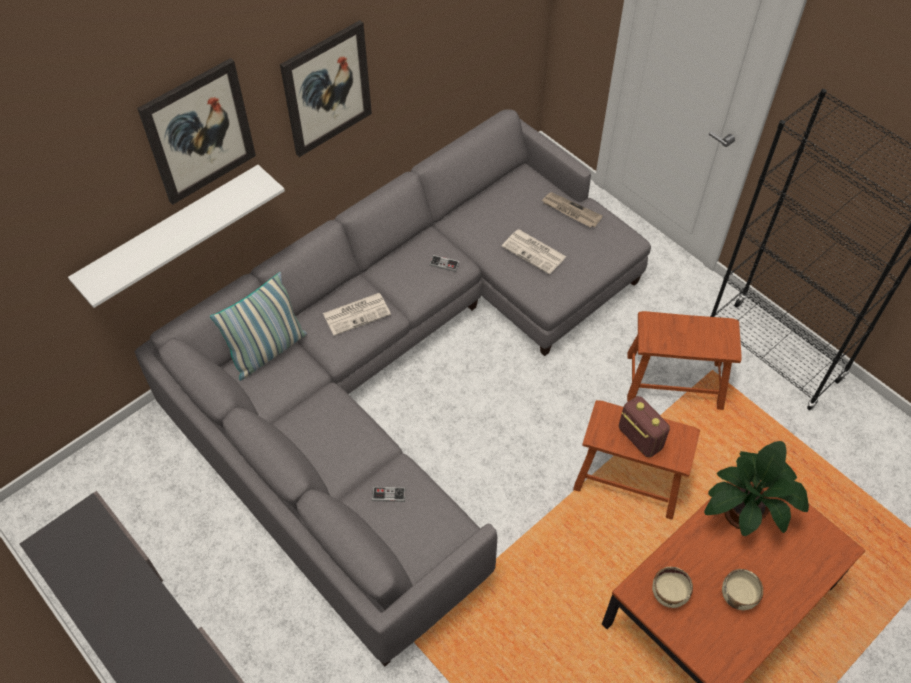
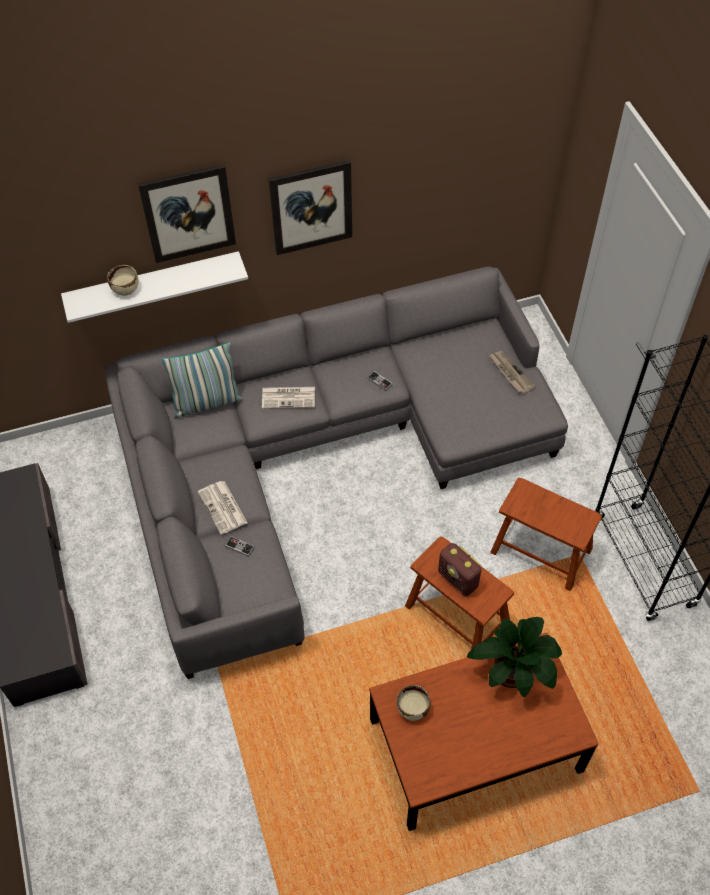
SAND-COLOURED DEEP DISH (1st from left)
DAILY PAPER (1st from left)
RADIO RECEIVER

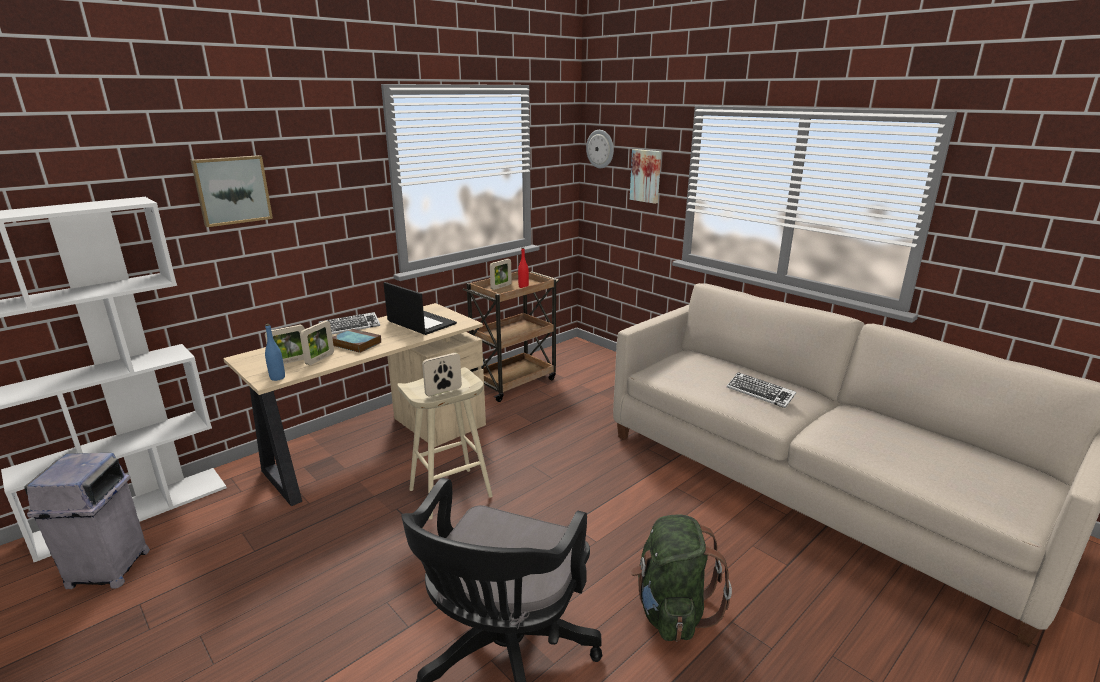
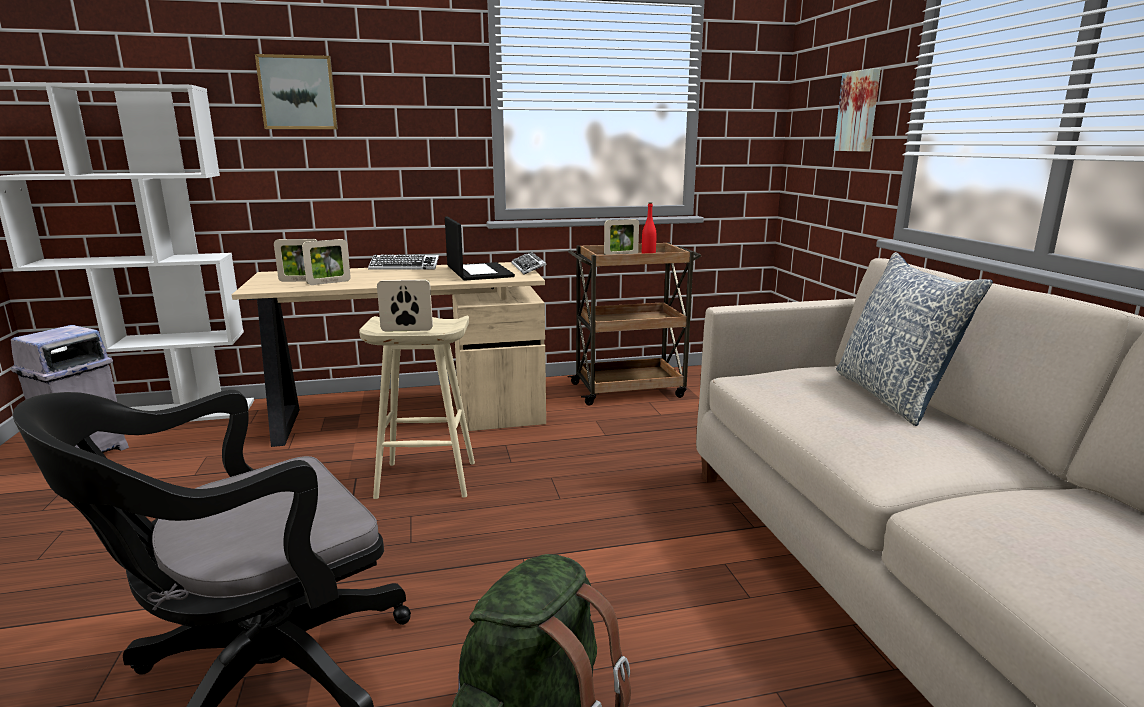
COMPUTER KEYBOARD (2nd from left)
CUSHION
BLUE BEVERAGE BOTTLE
VOLUME
WALL CLOCK

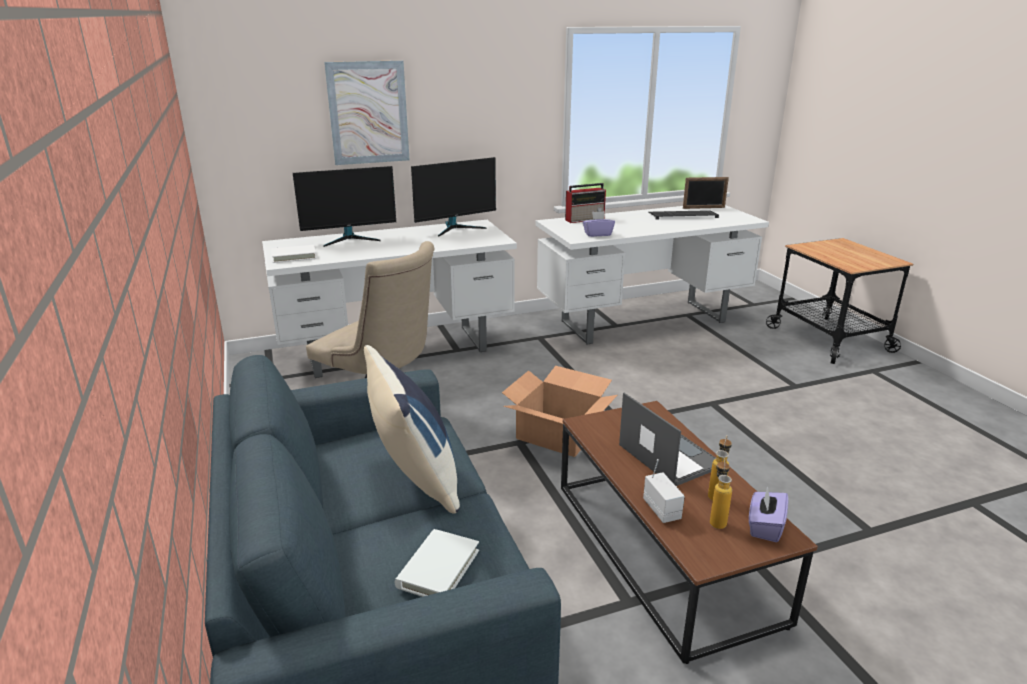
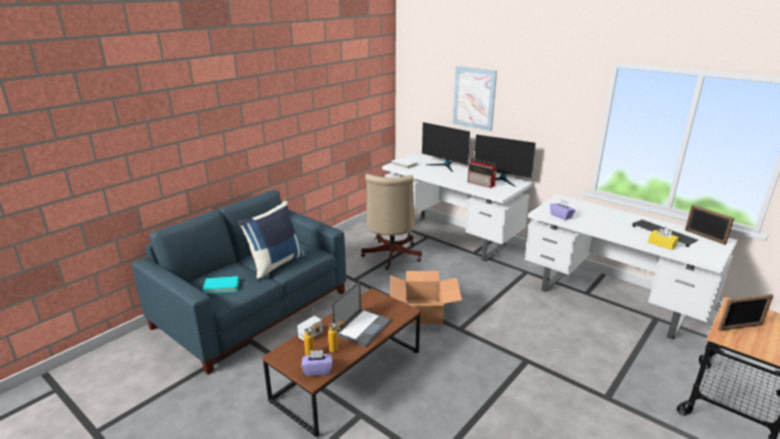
TURQUOISE VOLUME
RADIO RECEIVER (2nd from left)
YELLOW TISSUE BOX
STANDING FRAME (2nd from left)

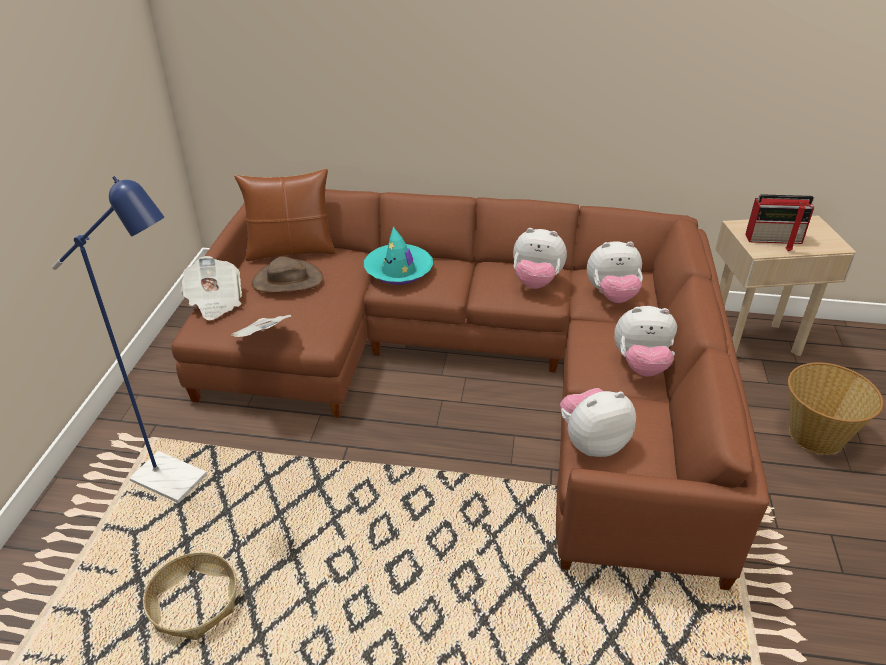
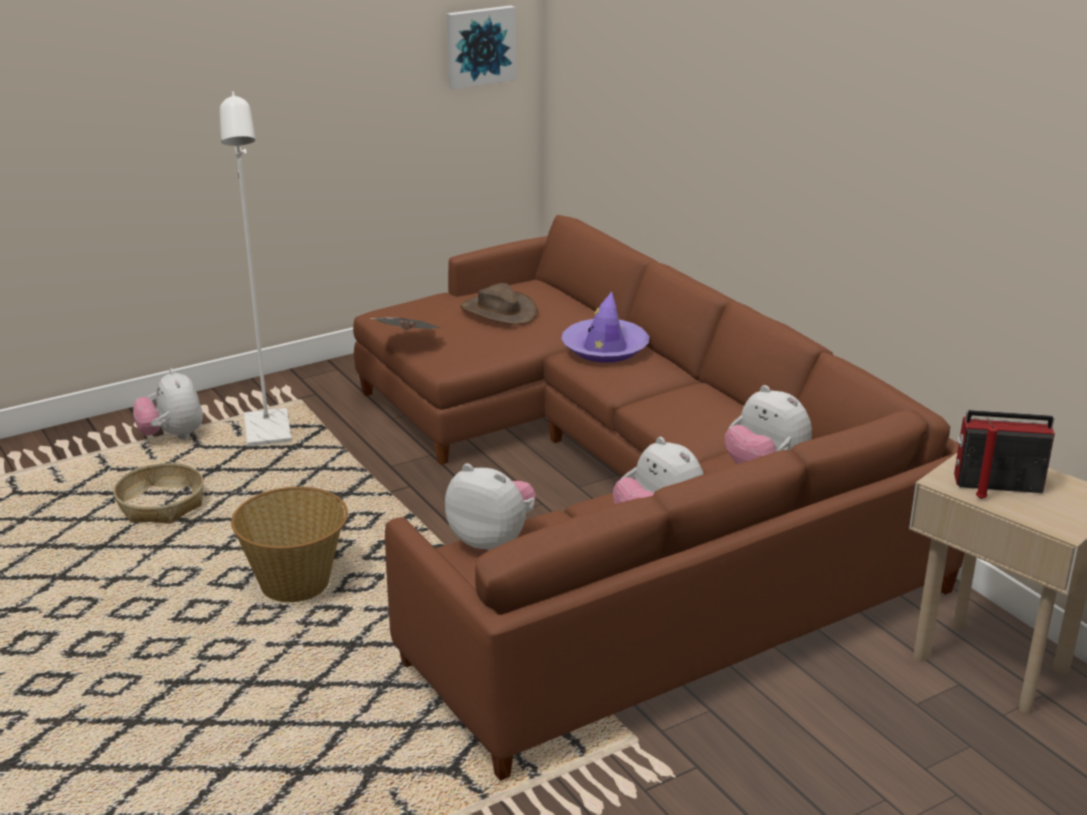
PLUSH TOY (1st from left)
WHITE-COLOURED STANDING LAMP
HOUSEHOLD BASKET (2nd from left)
WALL ART
PURPLE-COLOURED CLOTHING HAT
RADIO RECEIVER
DAILY PAPER (1st from left in the first image)
BROWNISH CUSHION

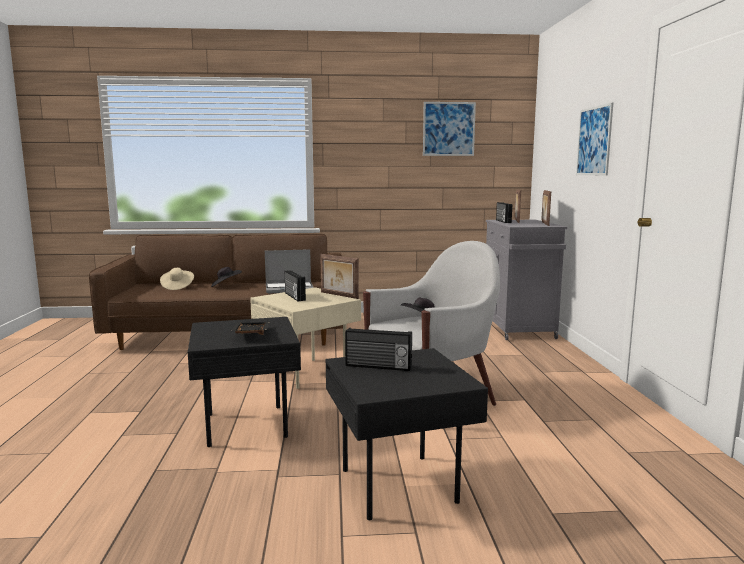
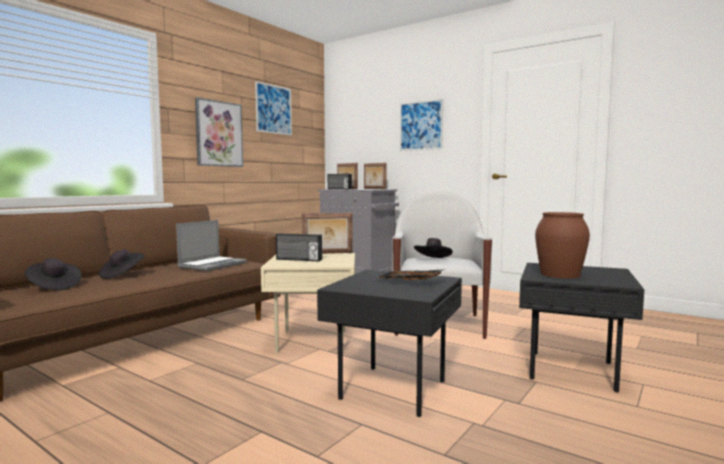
BLACK CLOTHING HAT (1st from left)
WALL ART (1st from left)
BROWNISH DECORATIVE VASE

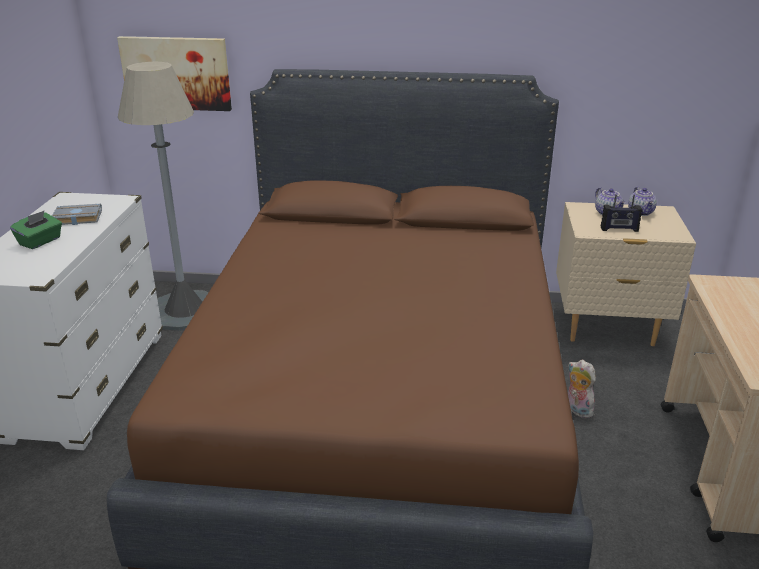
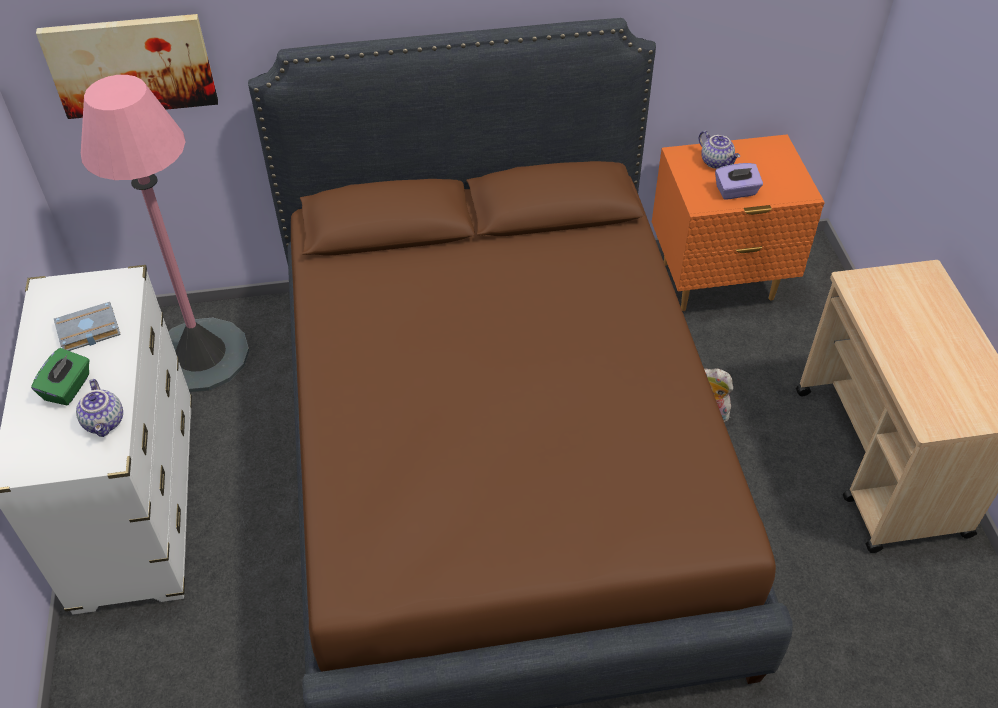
TEA POT (1st from left)
PINKISH STANDING LAMP
ORANGE-COLOURED NIGHTSTAND
PURPLE-COLOURED TISSUE BOX

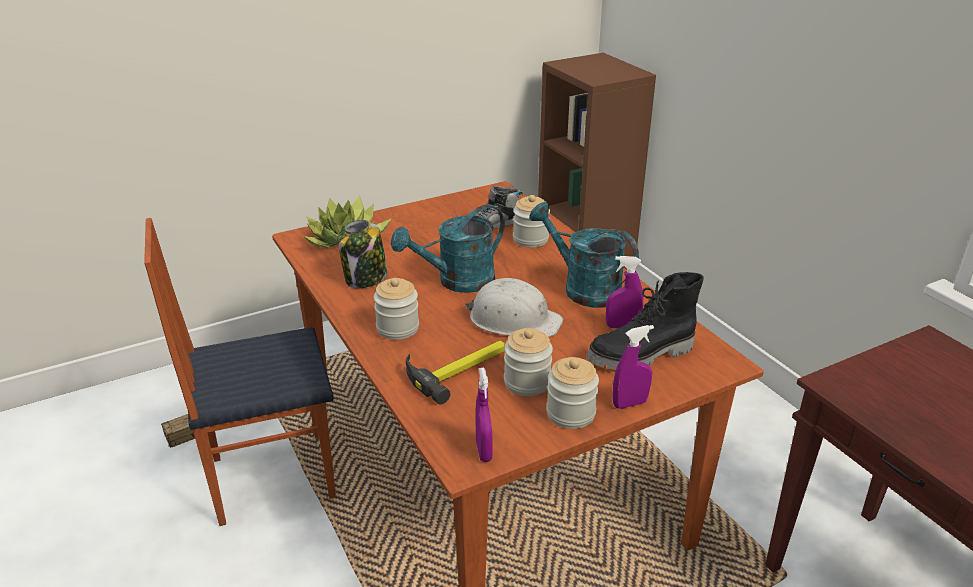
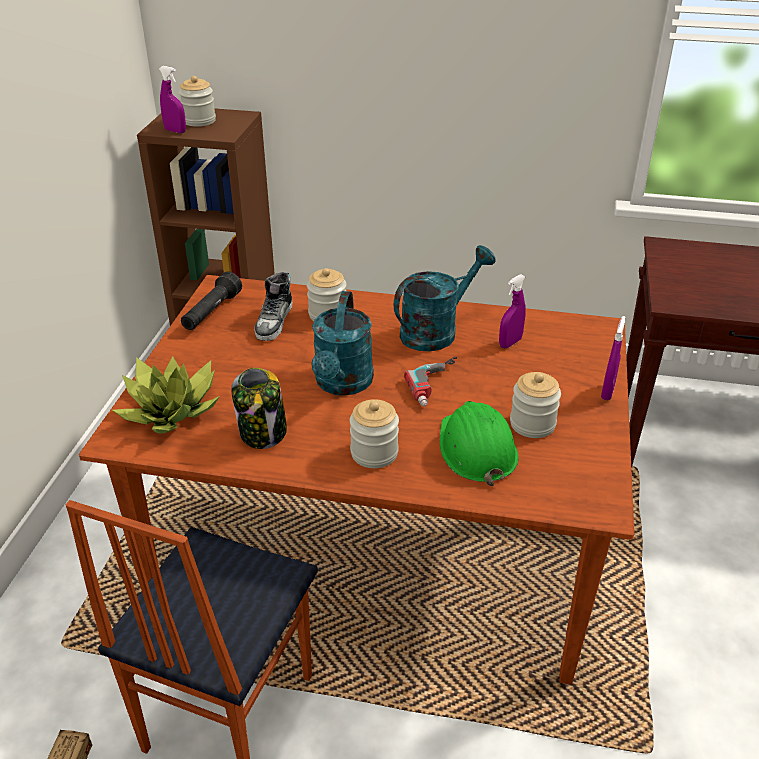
PURPLE-COLOURED SPRAYER (1st from left)
PRESERVE JAR (1st from left)
BLACK FLASHLIGHT
TURQUOISE WATERING CAN (2nd from left)
DRILL
GREEN WORK HELMET
BLACK TALL BOOT

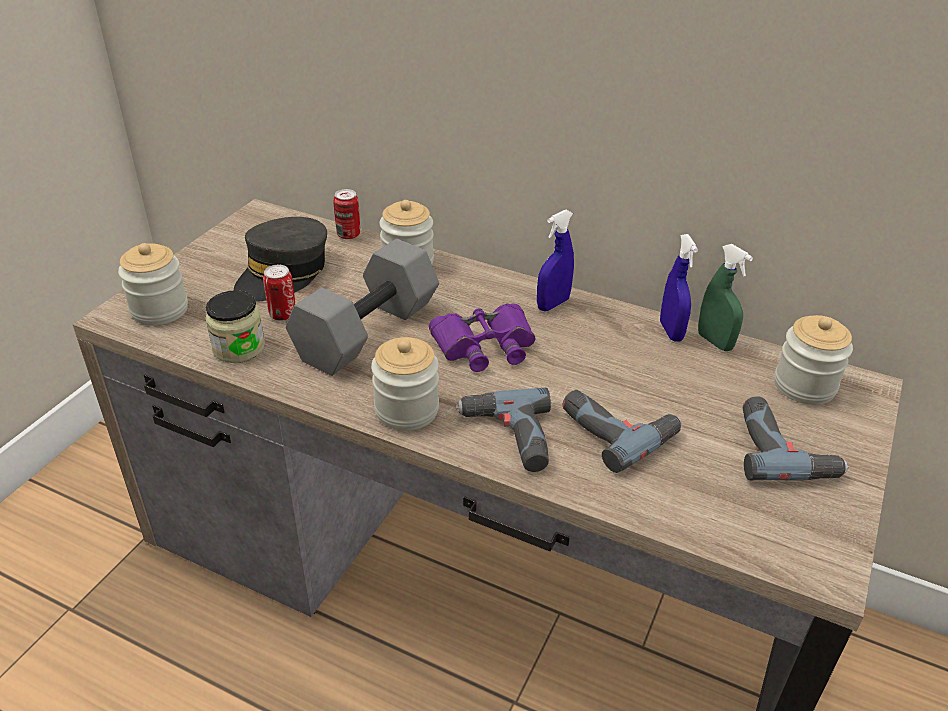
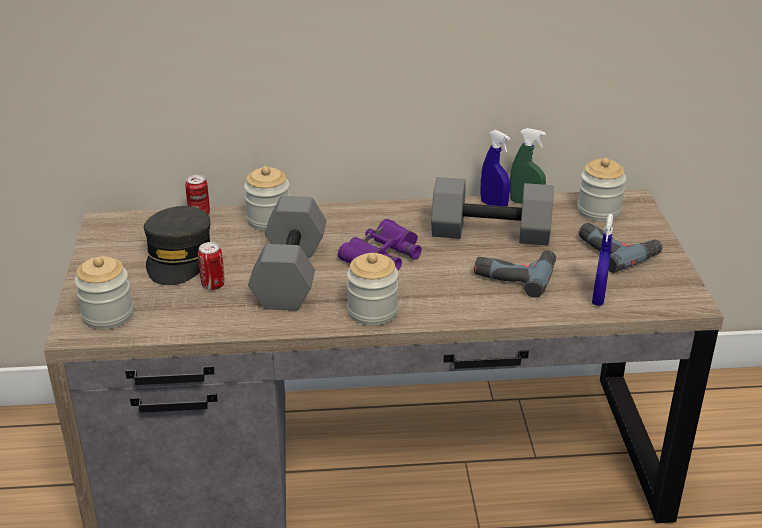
GREYISH DUMBBELL (2nd from left)
BLUE SPRAYER (2nd from left)
PRESERVE JAR (2nd from left in the first image)
DRILL (1st from left in the first image)

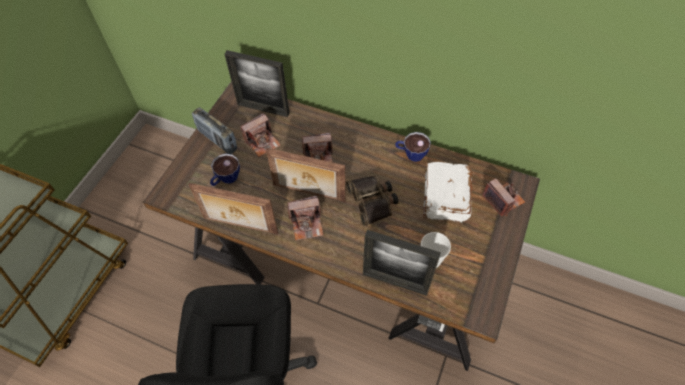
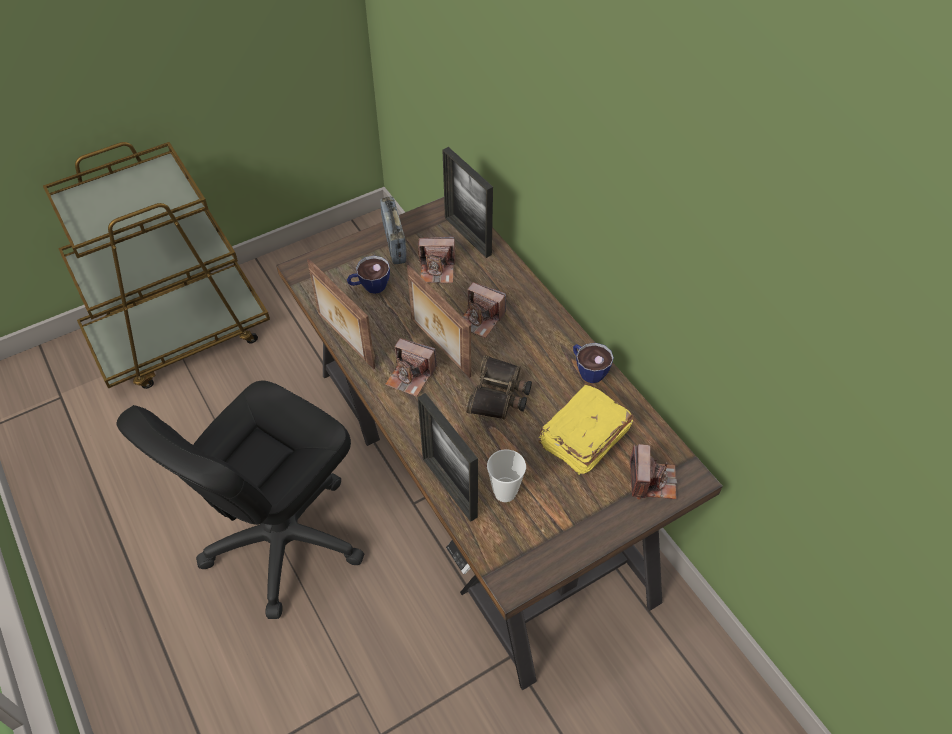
YELLOW VOLUME

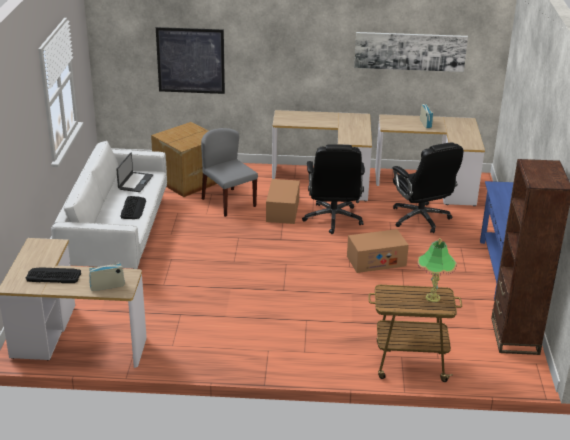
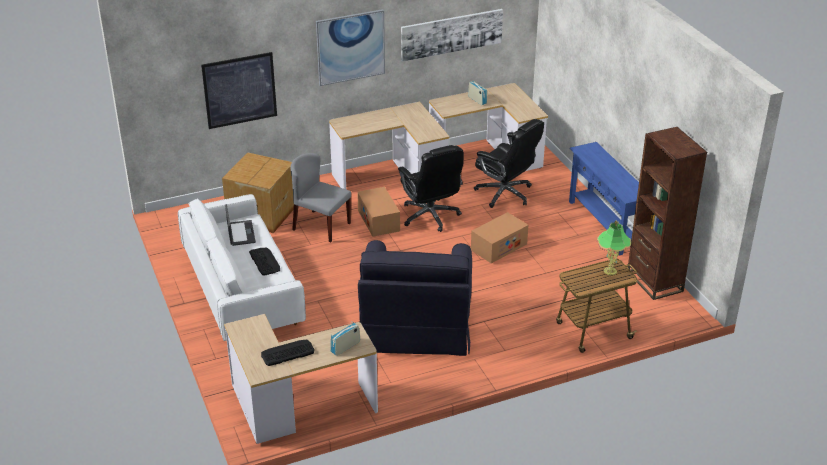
WALL ART (2nd from left)
BLACK EASY CHAIR

